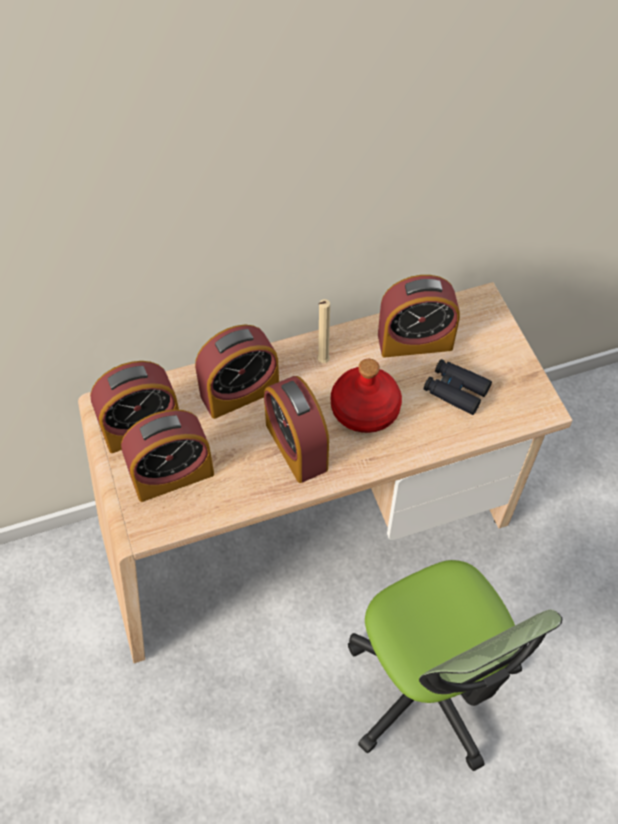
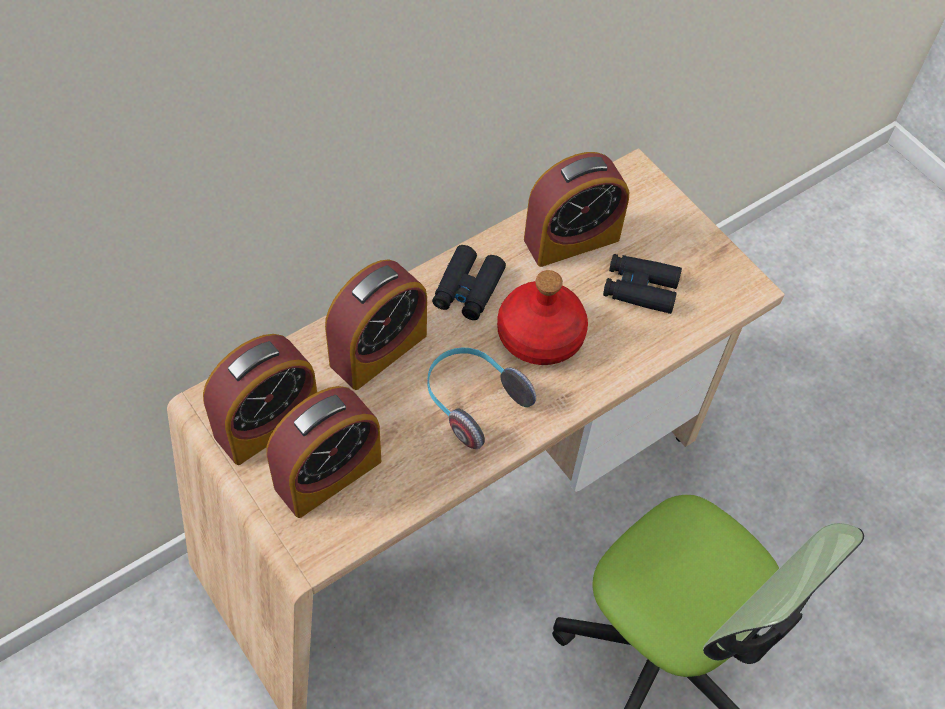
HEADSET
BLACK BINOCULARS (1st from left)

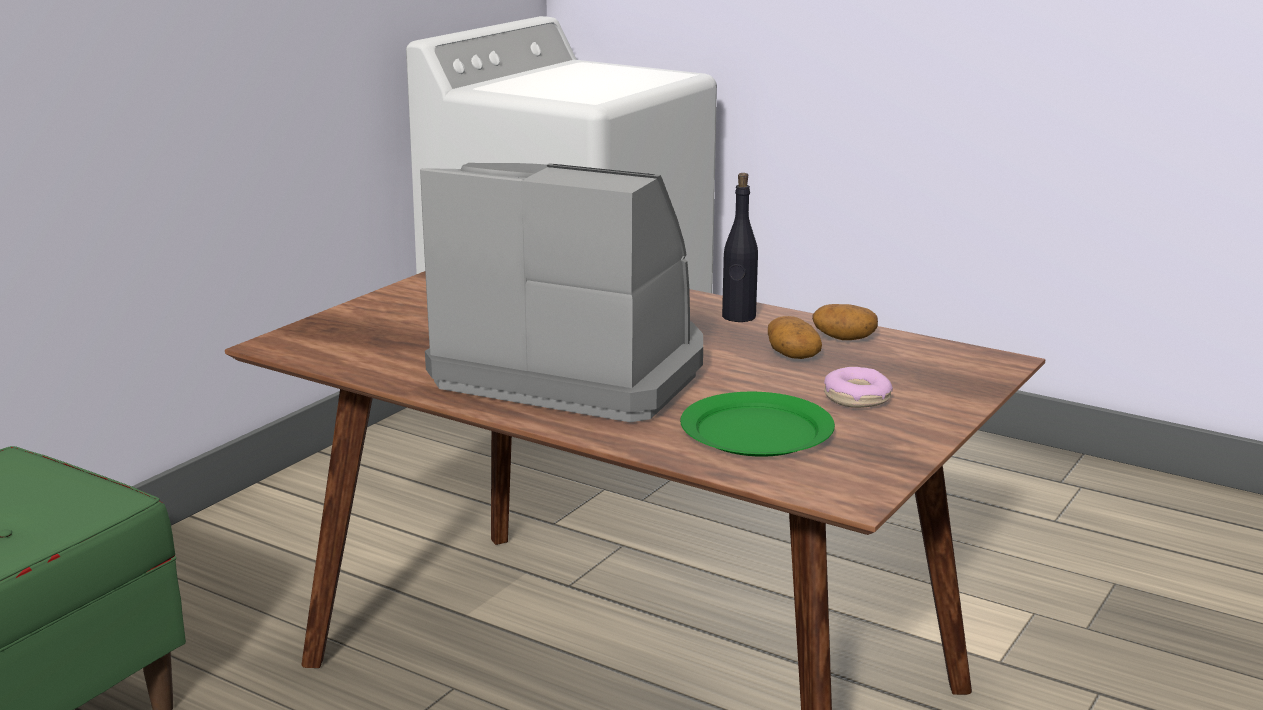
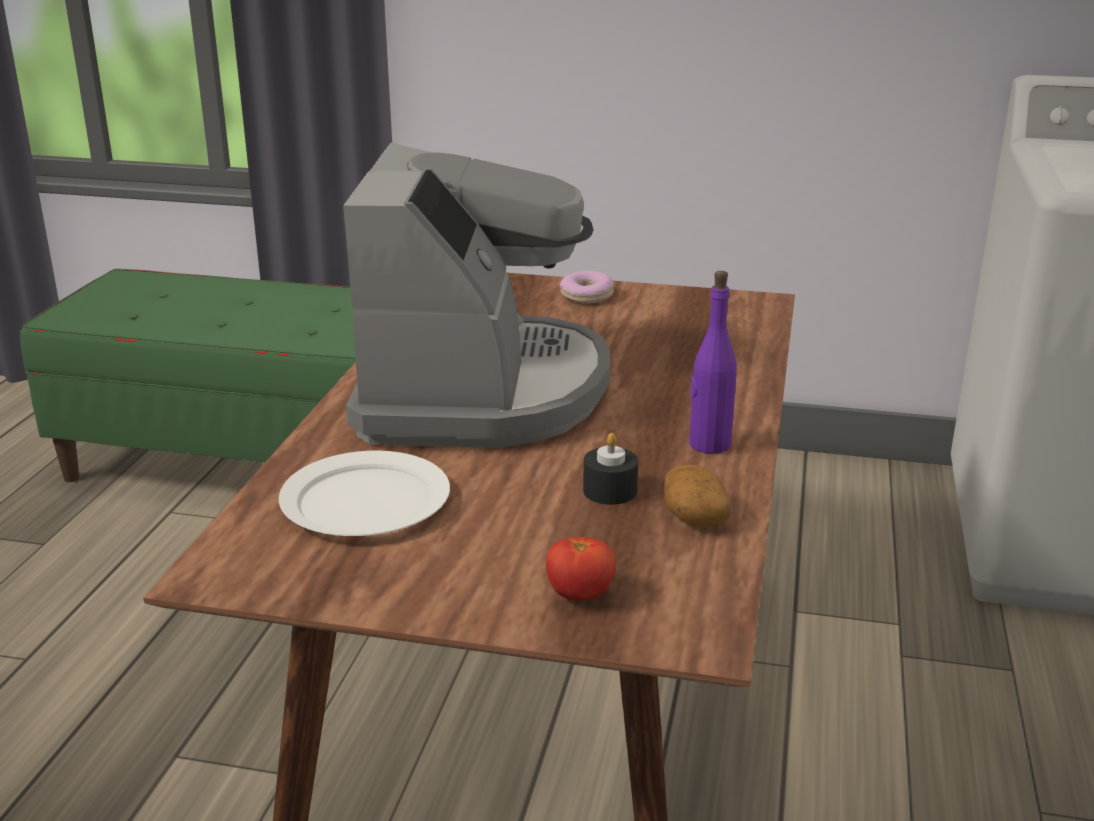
WHITE-COLOURED PLATE
TOMATO
RING DOUGHNUT
BLACK WAX CANDLE
PURPLE-COLOURED BEVERAGE BOTTLE

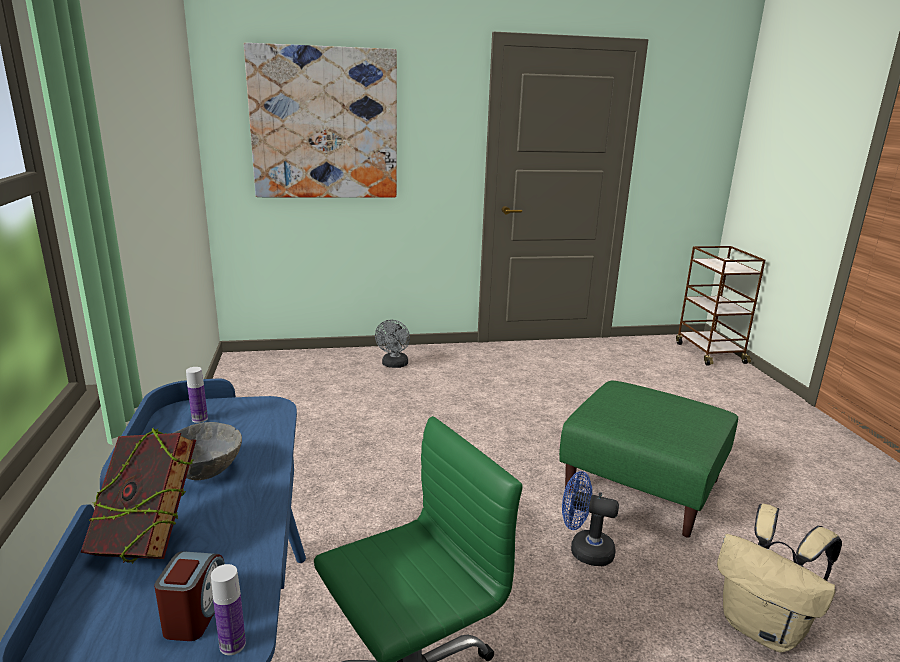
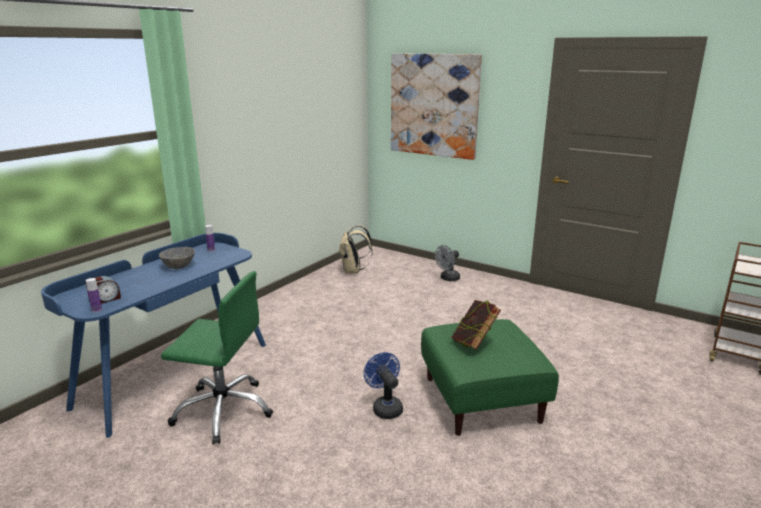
SAND-COLOURED BACKPACK
VOLUME

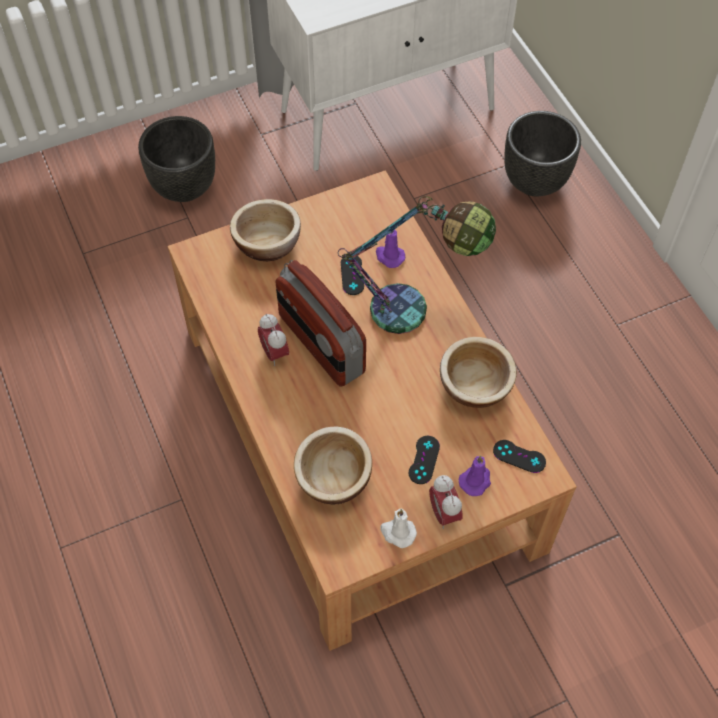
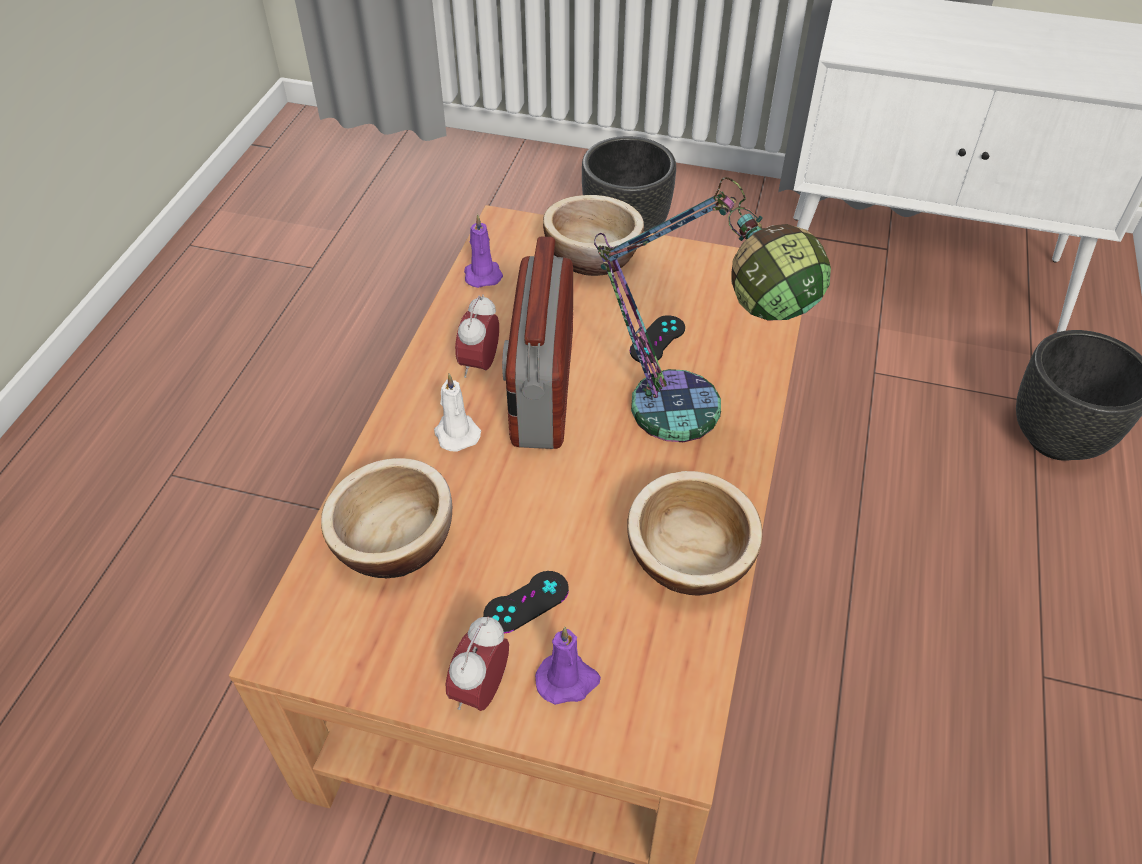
WHITE-COLOURED WAX CANDLE
PURPLE-COLOURED WAX CANDLE (1st from left)
BLACK GAME CONTROLLER (3rd from left in the first image)

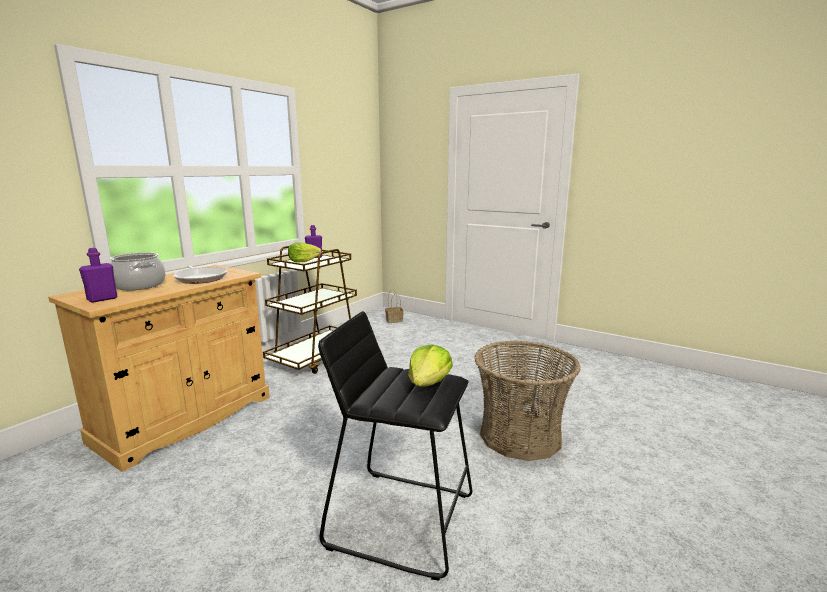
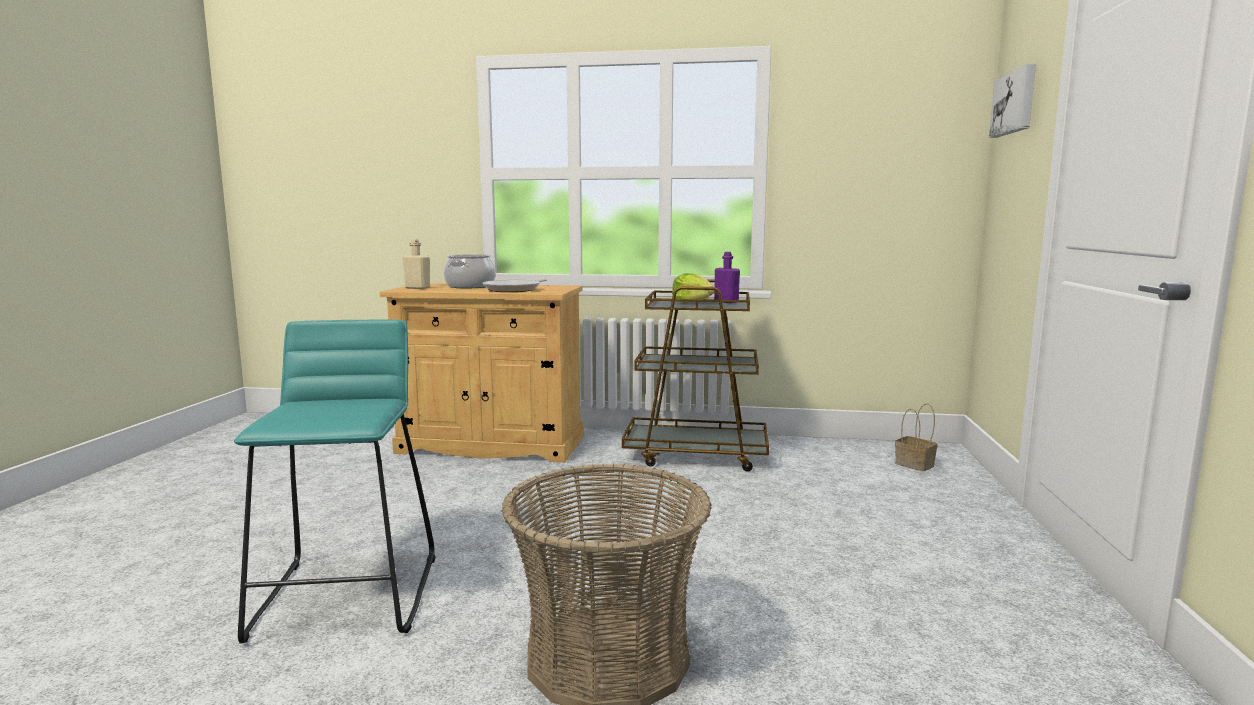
TURQUOISE STOOL
SAND-COLOURED BEVERAGE BOTTLE
WALL ART
LETTUCE (2nd from left in the first image)

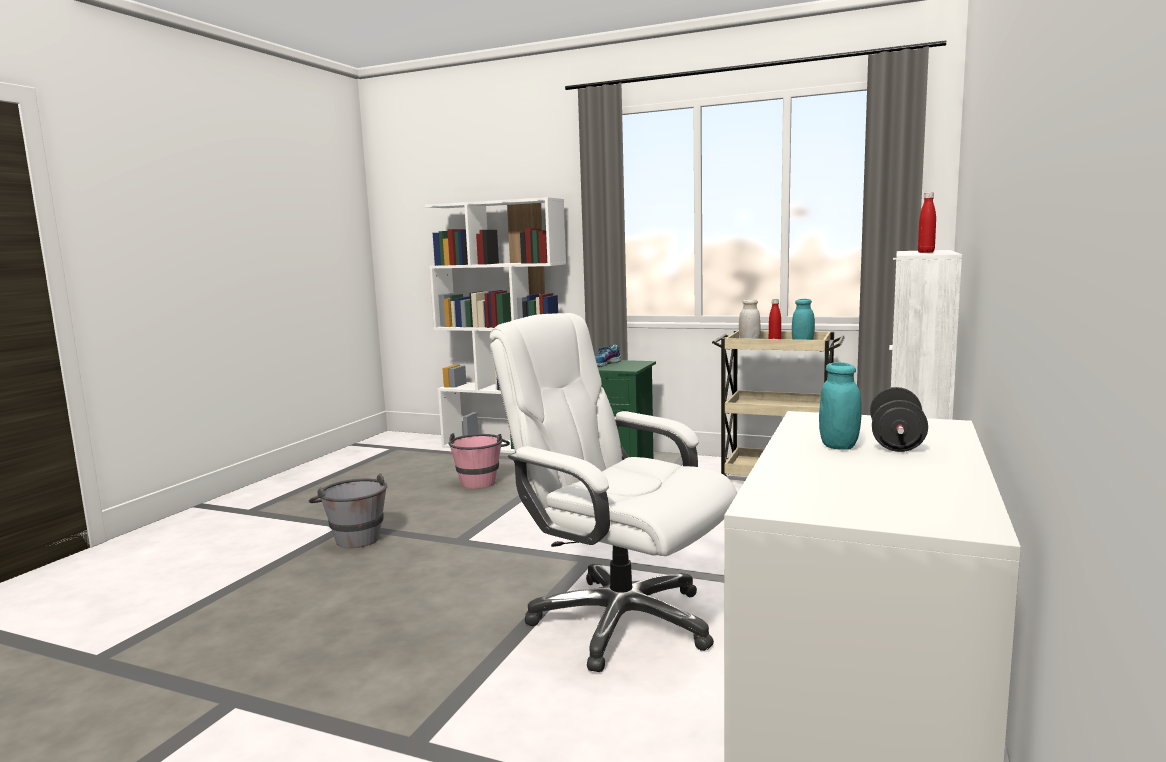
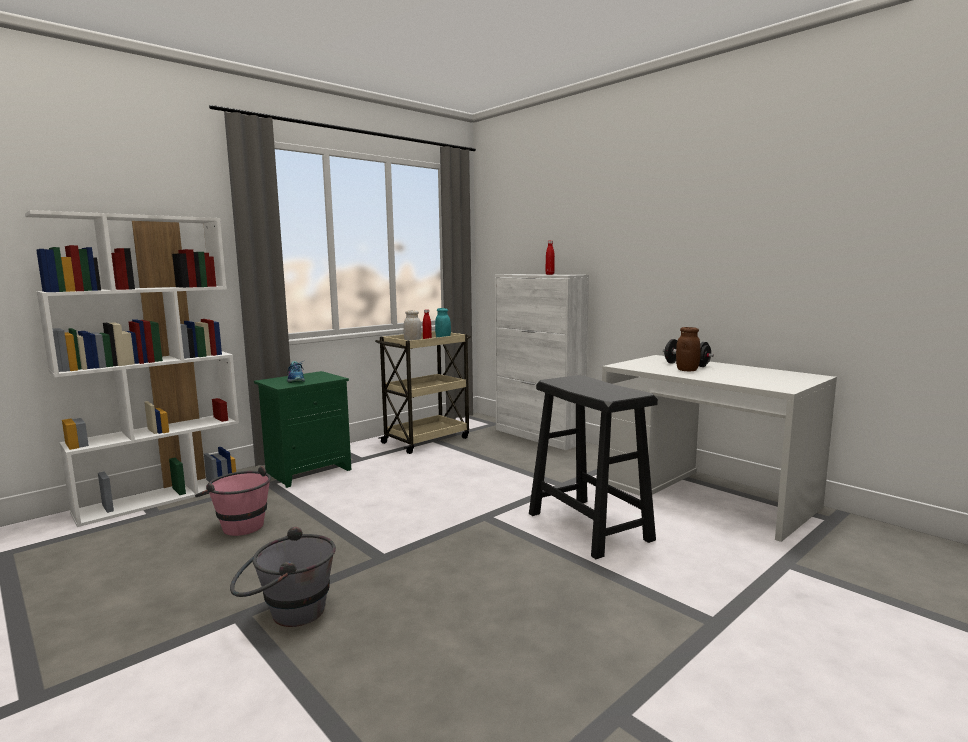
BLACK STOOL
BROWNISH PRESERVE JAR

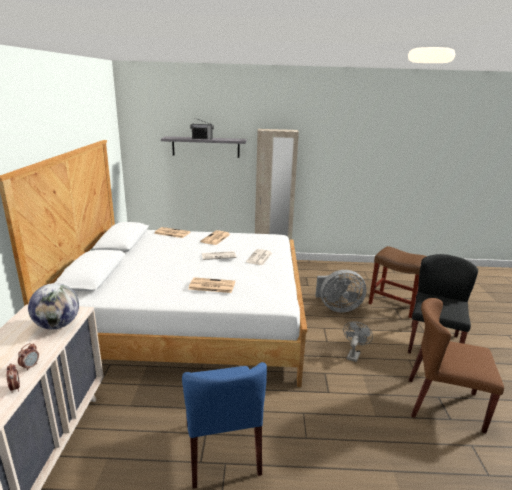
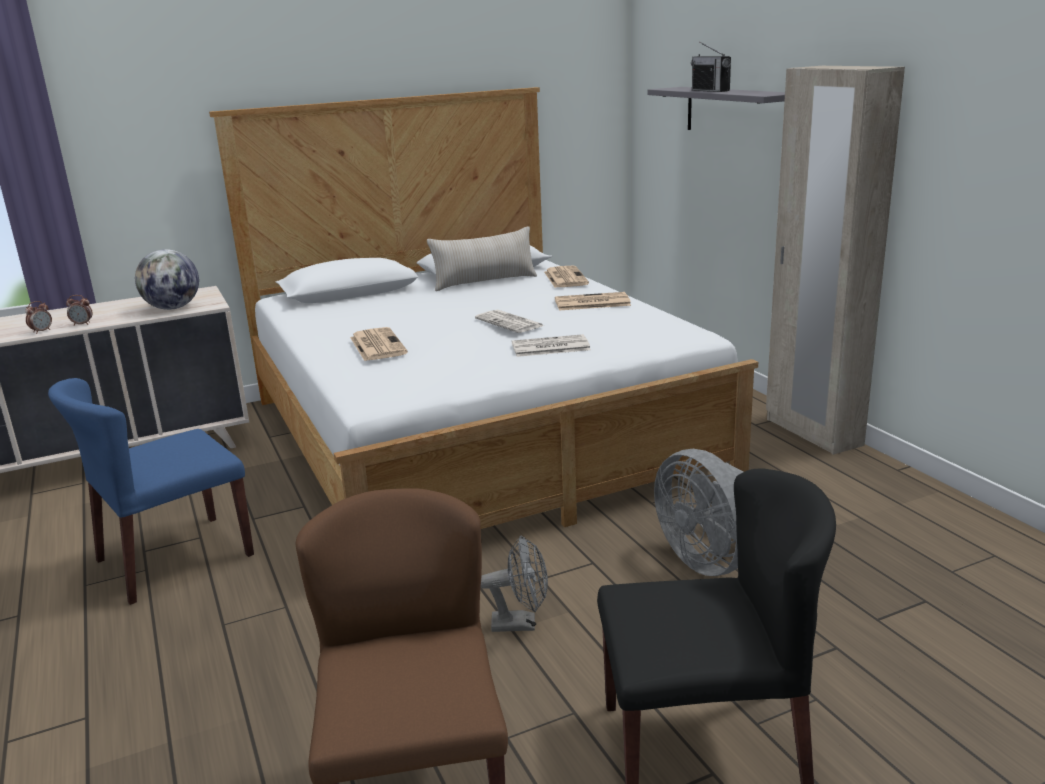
SAND-COLOURED CUSHION
BROWNISH STOOL

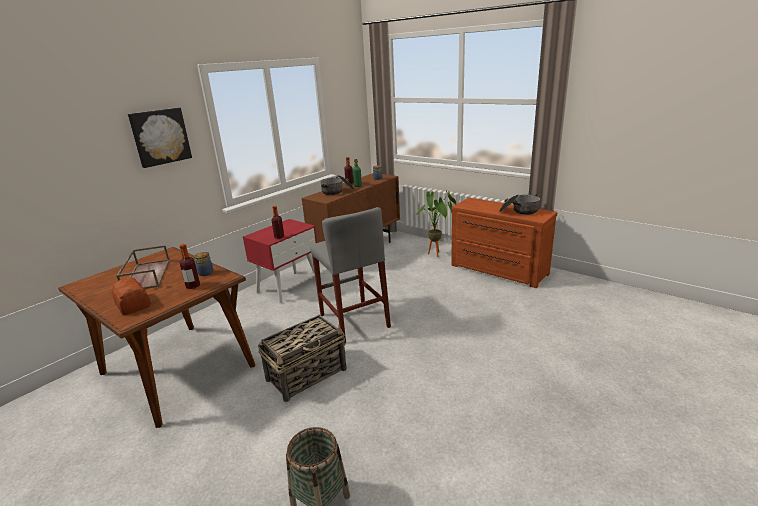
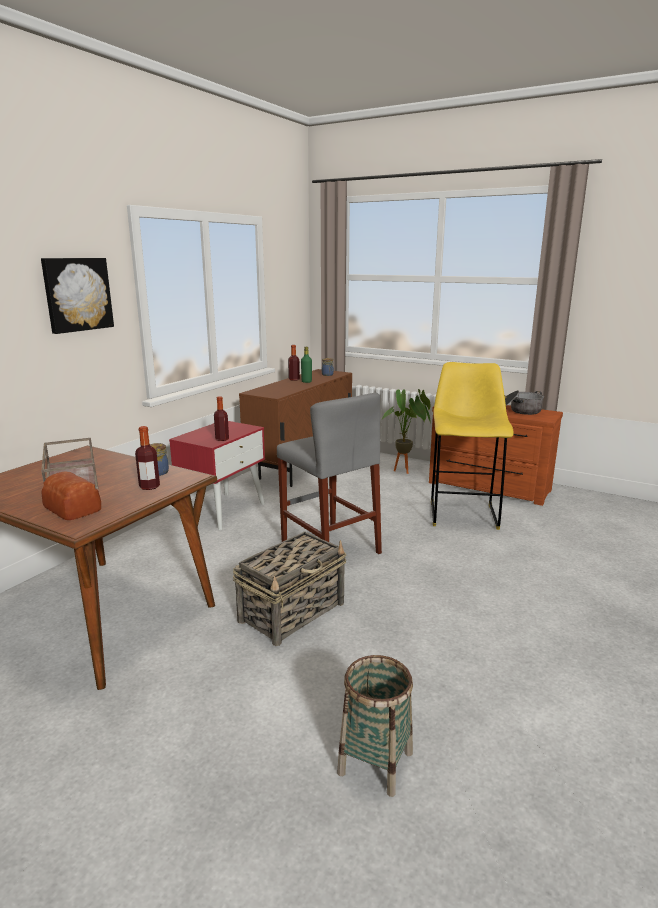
YELLOW STOOL
STOCKPOT (1st from left in the first image)

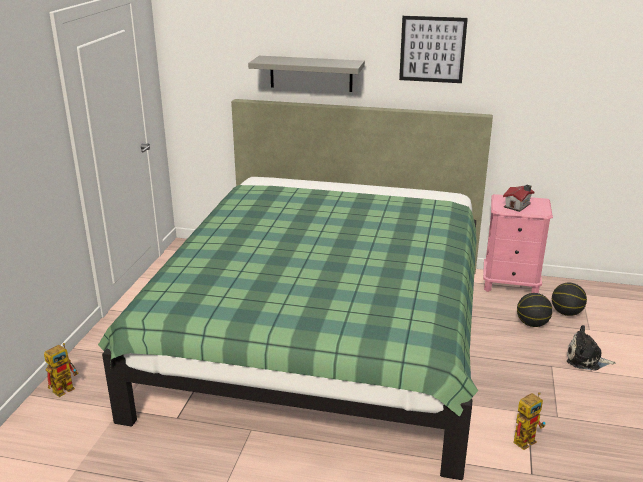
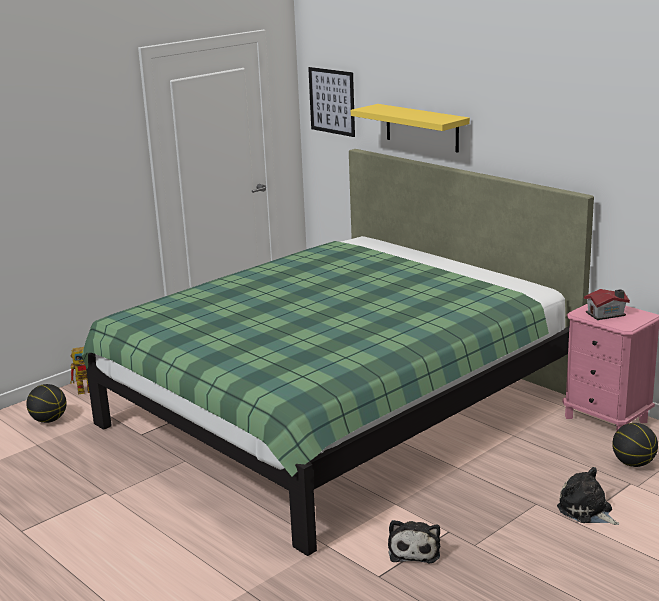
BALL FOR BASKETBALL (1st from left)
WALL ART
YELLOW BRACKET SHELF
PLUSH TOY (1st from left)

